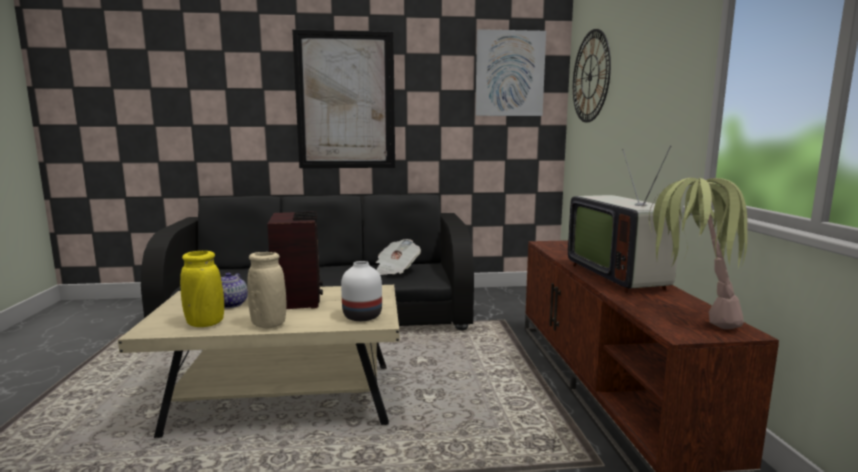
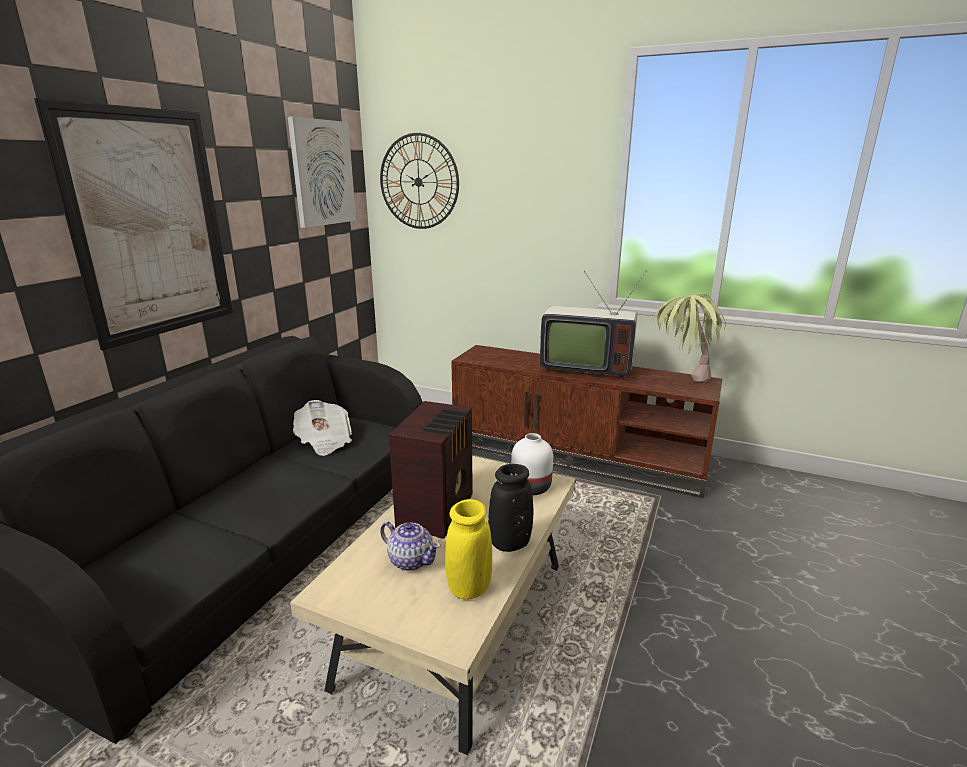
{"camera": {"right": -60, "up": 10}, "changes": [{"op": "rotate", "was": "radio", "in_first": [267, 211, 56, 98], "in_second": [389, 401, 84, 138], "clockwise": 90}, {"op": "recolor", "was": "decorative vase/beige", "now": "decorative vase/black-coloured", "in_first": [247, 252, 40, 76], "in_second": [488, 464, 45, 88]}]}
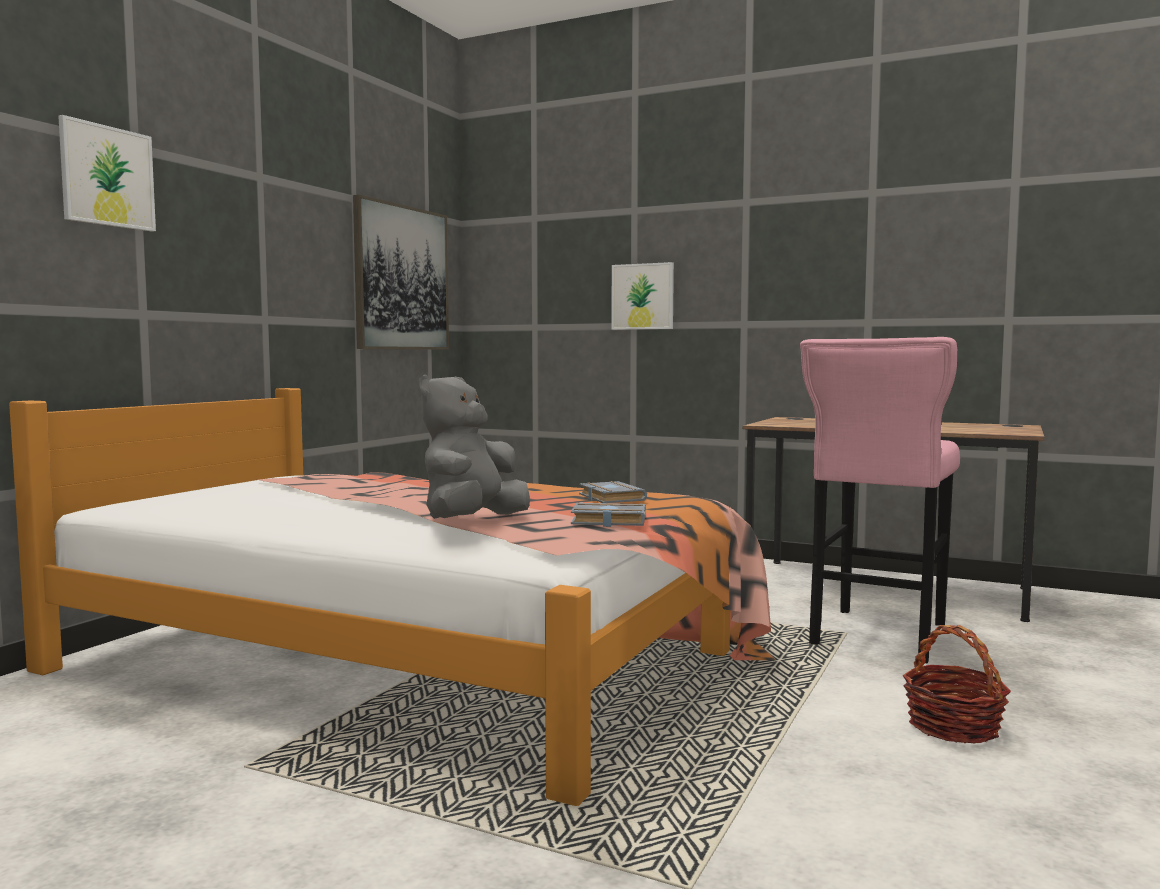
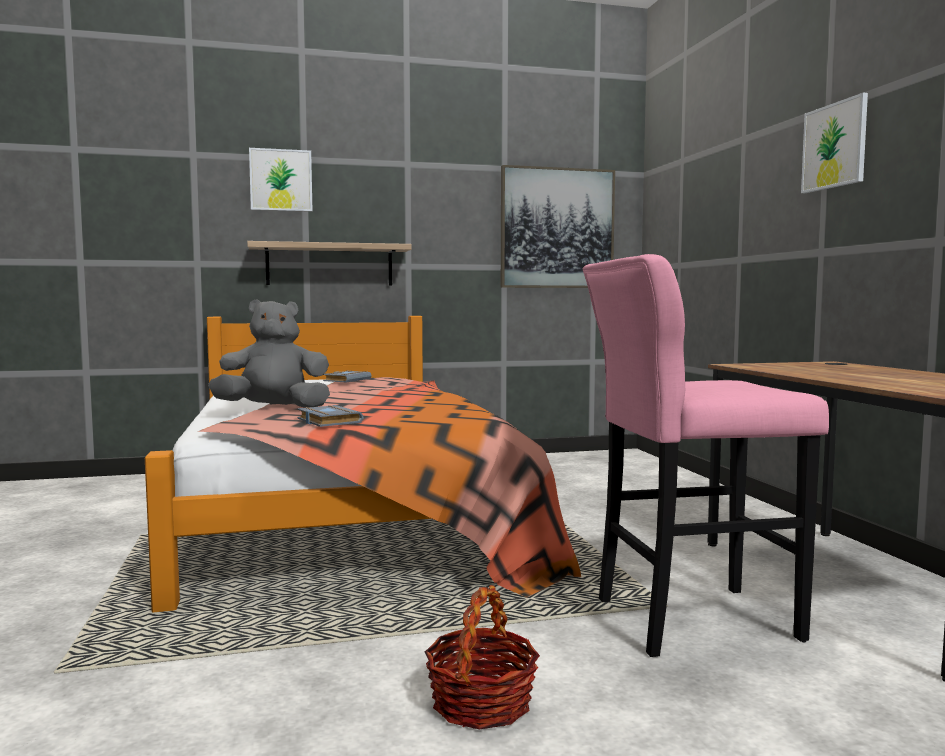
{"camera": {"right": 50, "up": 0}, "changes": [{"op": "insert", "now": "shelf", "in_second": [247, 241, 165, 45]}, {"op": "move", "was": "volume/grey", "in_first": [579, 481, 68, 22], "in_second": [323, 370, 49, 12]}, {"op": "move", "was": "wall art", "in_first": [611, 262, 63, 68], "in_second": [801, 93, 67, 100]}]}
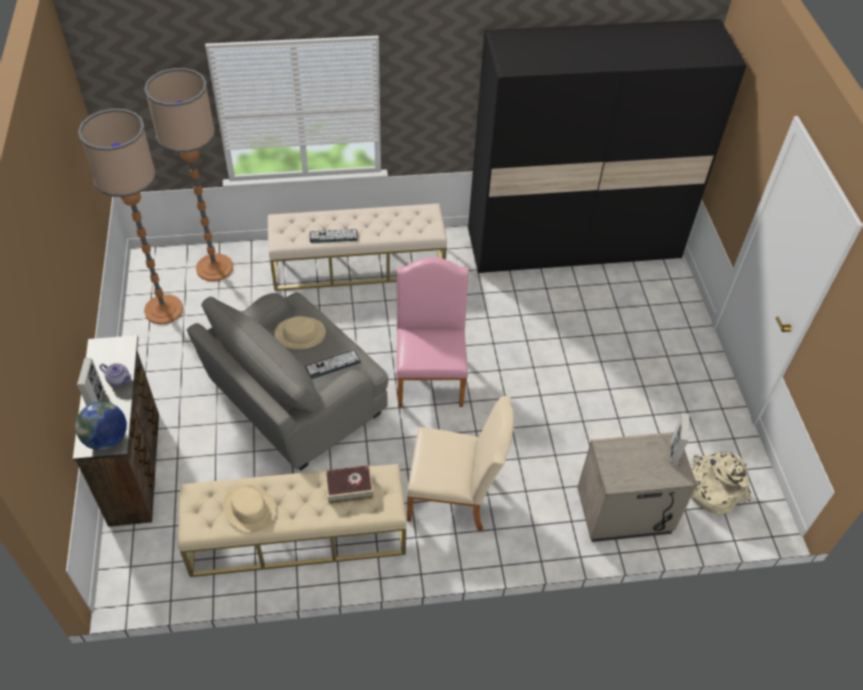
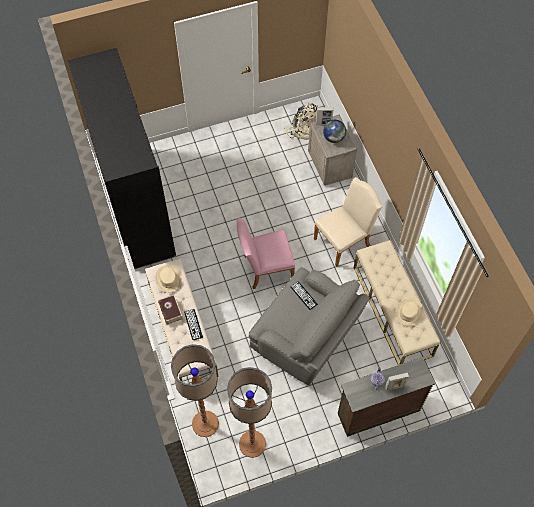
{"camera": {"right": -100, "up": 10}, "changes": [{"op": "move", "was": "clothing hat/beige", "in_first": [275, 316, 51, 33], "in_second": [155, 265, 27, 28]}, {"op": "move", "was": "volume", "in_first": [325, 465, 49, 39], "in_second": [158, 295, 25, 30]}, {"op": "rotate", "was": "plain chair/beige", "in_first": [407, 396, 107, 135], "in_second": [314, 177, 69, 90], "clockwise": 60}, {"op": "move", "was": "world globe", "in_first": [75, 401, 52, 49], "in_second": [323, 120, 23, 23]}]}
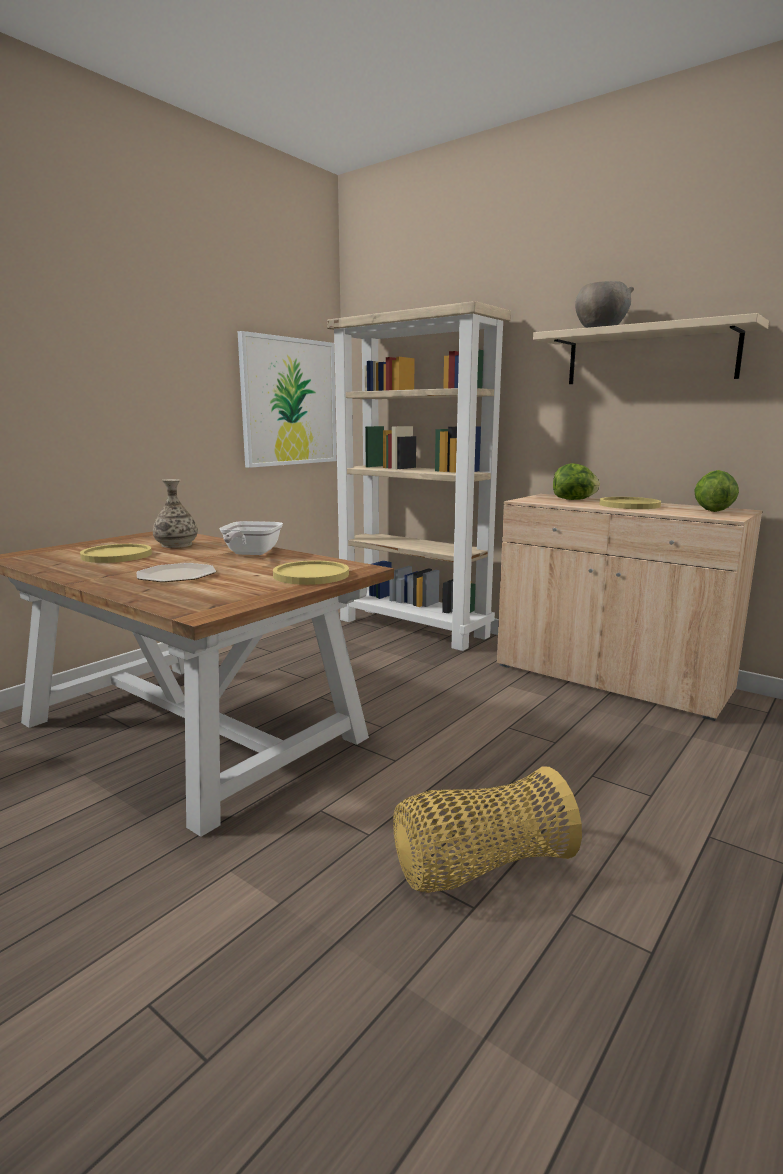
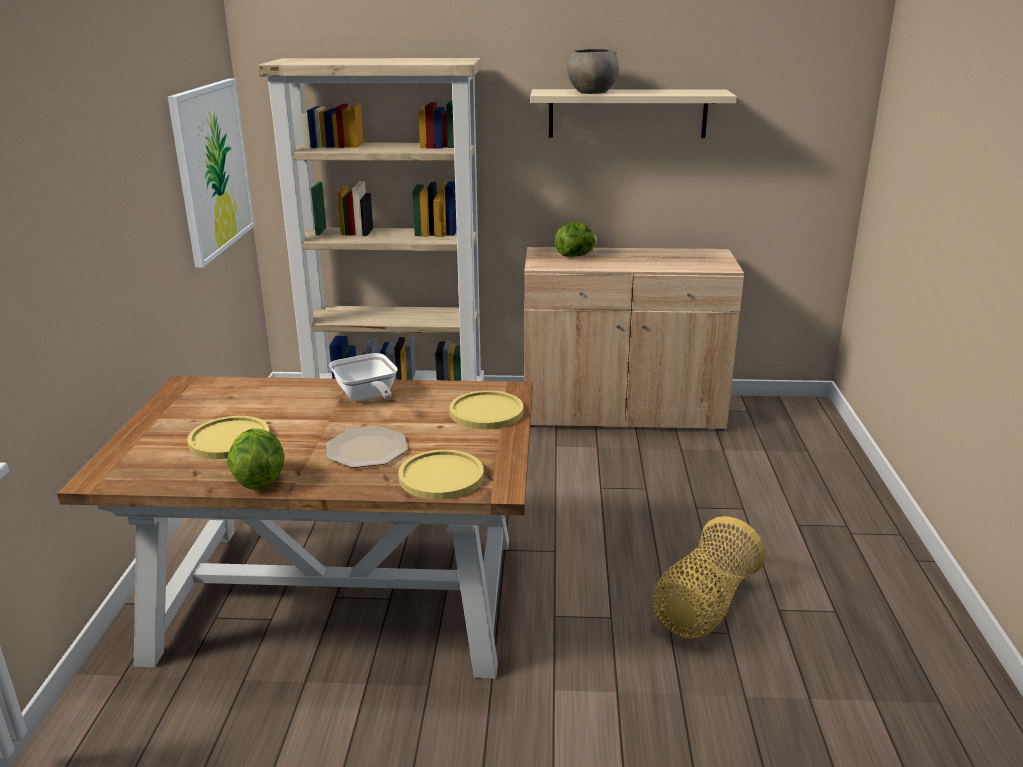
{"camera": {"right": -35, "up": 10}, "changes": [{"op": "move", "was": "lettuce head", "in_first": [694, 470, 45, 42], "in_second": [227, 429, 58, 61]}, {"op": "move", "was": "flat dish/yellow", "in_first": [599, 497, 62, 12], "in_second": [398, 450, 86, 50]}, {"op": "delete", "was": "decorative vase", "in_first": [153, 479, 45, 69]}]}
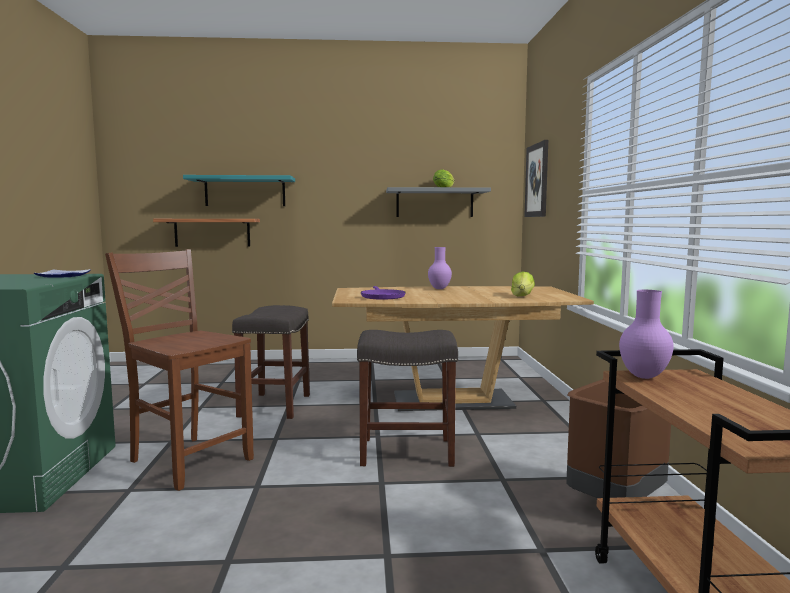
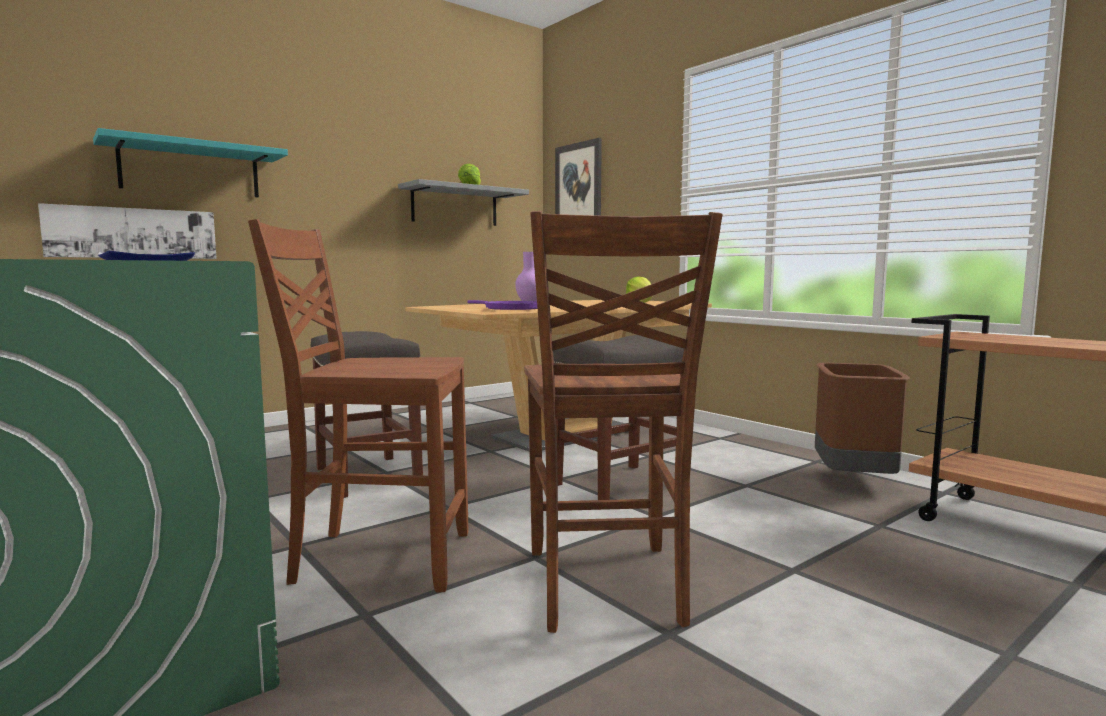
{"camera": {"right": -35, "up": 0}, "changes": [{"op": "replace", "was": "shelf", "now": "wall art", "in_first": [153, 219, 107, 28], "in_second": [38, 203, 179, 56]}, {"op": "insert", "now": "plain chair/brown-coloured", "in_second": [524, 211, 198, 422]}, {"op": "delete", "was": "decorative vase/purple-coloured", "in_first": [619, 290, 55, 89]}]}
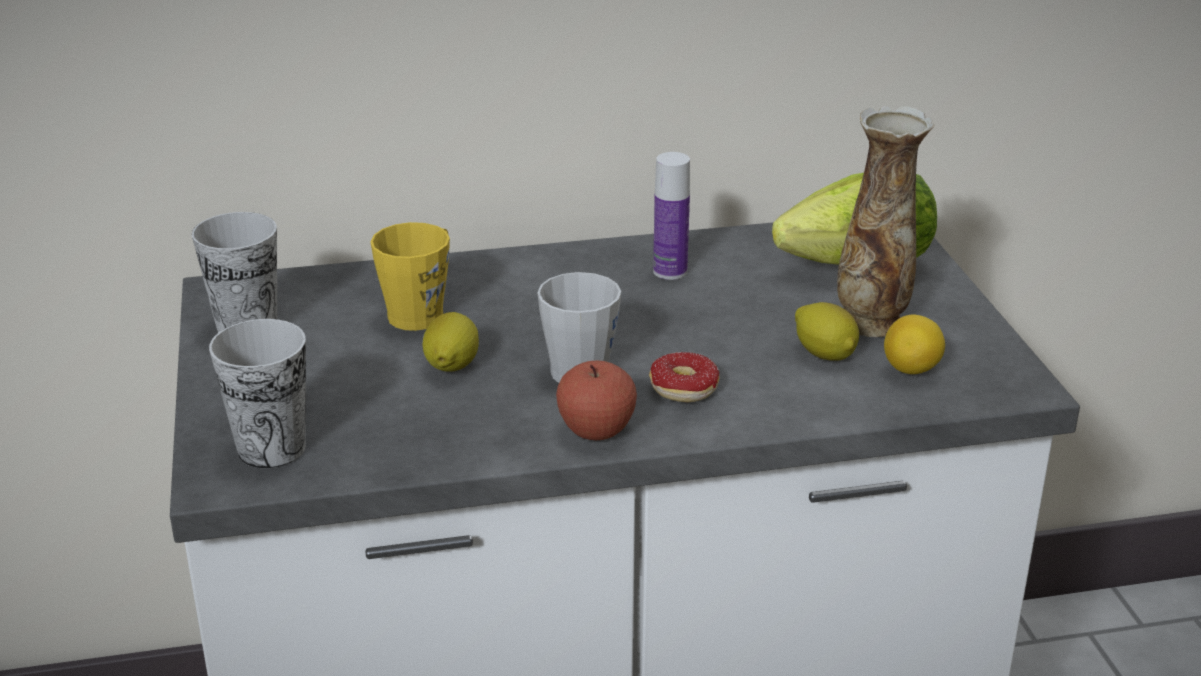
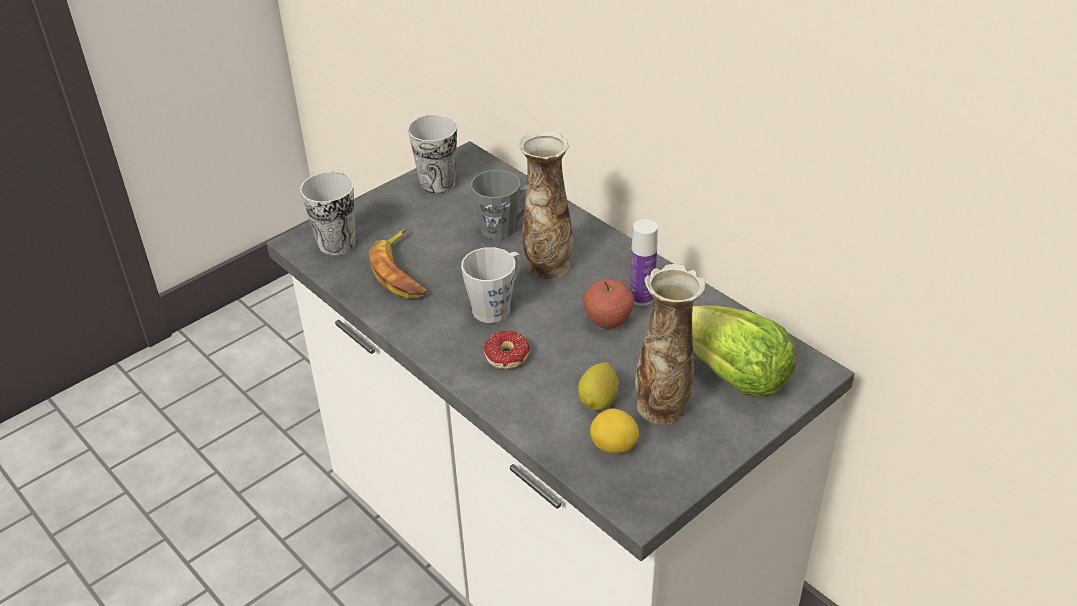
{"camera": {"right": 60, "up": 10}, "changes": [{"op": "insert", "now": "banana fruit", "in_second": [369, 229, 57, 70]}, {"op": "recolor", "was": "coffee mug/yellow", "now": "coffee mug/grey", "in_first": [370, 222, 80, 109], "in_second": [471, 170, 56, 70]}, {"op": "insert", "now": "decorative vase", "in_second": [519, 131, 54, 148]}, {"op": "move", "was": "apple", "in_first": [556, 360, 81, 80], "in_second": [583, 279, 51, 50]}, {"op": "delete", "was": "whole lemon", "in_first": [422, 312, 57, 60]}]}
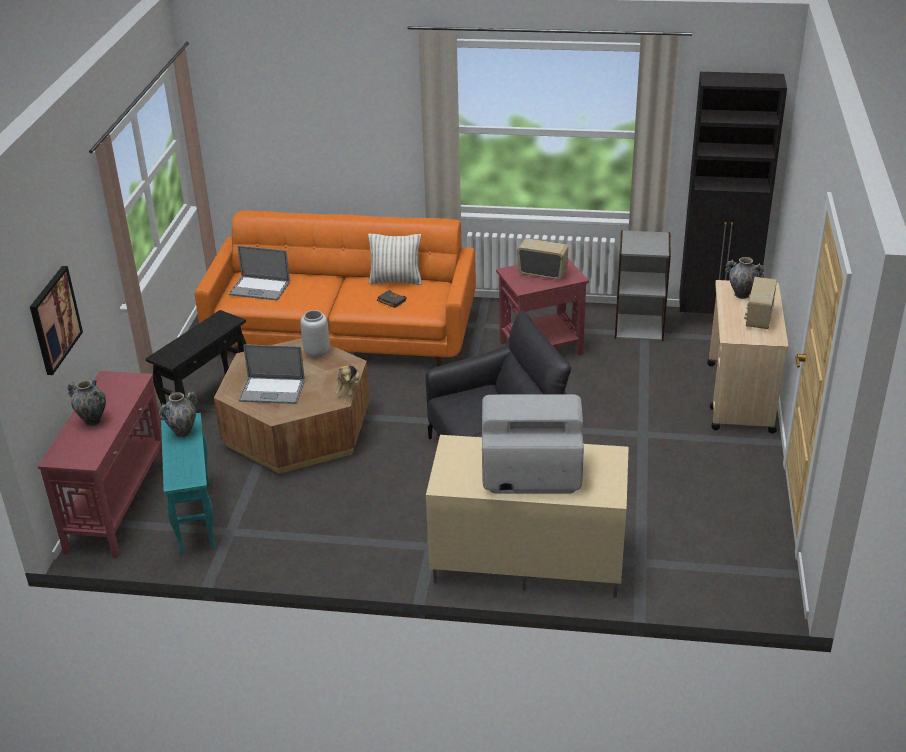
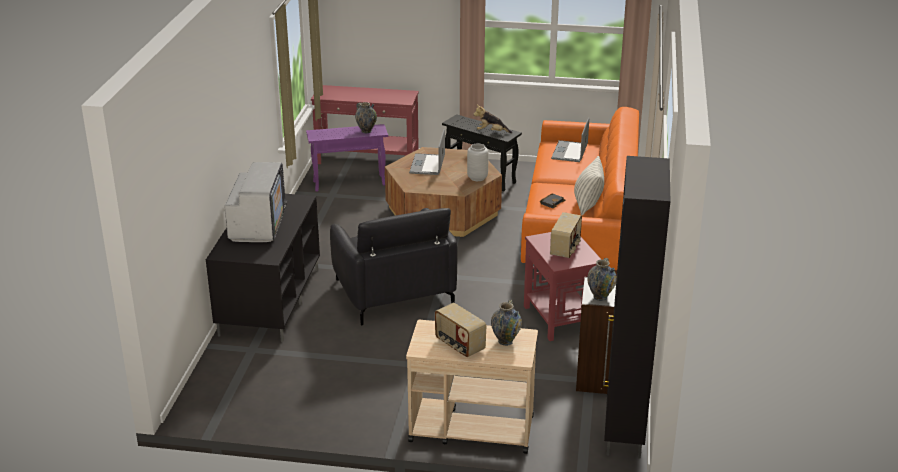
{"camera": {"right": 90, "up": -5}, "changes": [{"op": "recolor", "was": "tv stand/beige", "now": "tv stand/black-coloured", "in_first": [426, 435, 203, 163], "in_second": [206, 194, 114, 148]}, {"op": "recolor", "was": "side table/turquoise", "now": "side table/purple-coloured", "in_first": [161, 413, 55, 141], "in_second": [306, 124, 82, 68]}, {"op": "rotate", "was": "radio", "in_first": [744, 277, 33, 52], "in_second": [435, 303, 51, 54], "clockwise": -150}, {"op": "move", "was": "soft toy", "in_first": [335, 364, 25, 32], "in_second": [473, 104, 39, 29]}, {"op": "move", "was": "decorative vase", "in_first": [67, 380, 39, 46], "in_second": [587, 258, 30, 43]}, {"op": "delete", "was": "wall art", "in_first": [30, 266, 53, 109]}]}
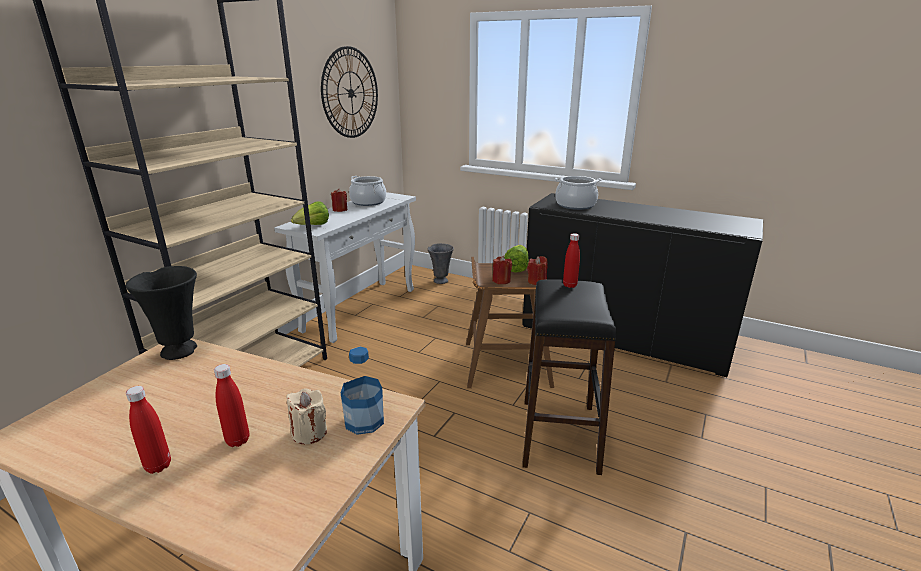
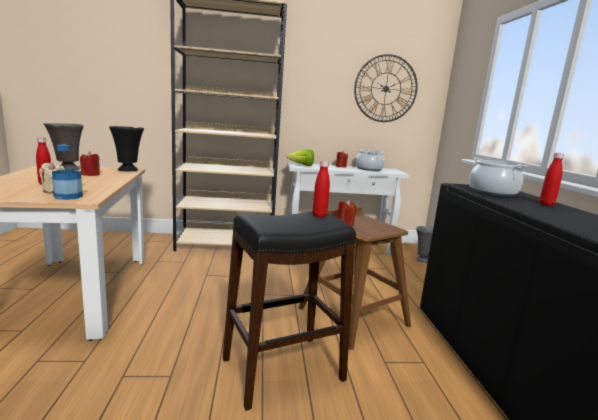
{"camera": {"right": 55, "up": -10}, "changes": [{"op": "insert", "now": "decorative vase/grey", "in_second": [44, 123, 40, 47]}, {"op": "move", "was": "candle/red-coloured", "in_first": [527, 256, 20, 29], "in_second": [80, 151, 20, 25]}, {"op": "move", "was": "beverage bottle/red-coloured", "in_first": [126, 386, 45, 88], "in_second": [540, 153, 24, 53]}, {"op": "delete", "was": "lettuce head", "in_first": [504, 245, 25, 28]}]}
